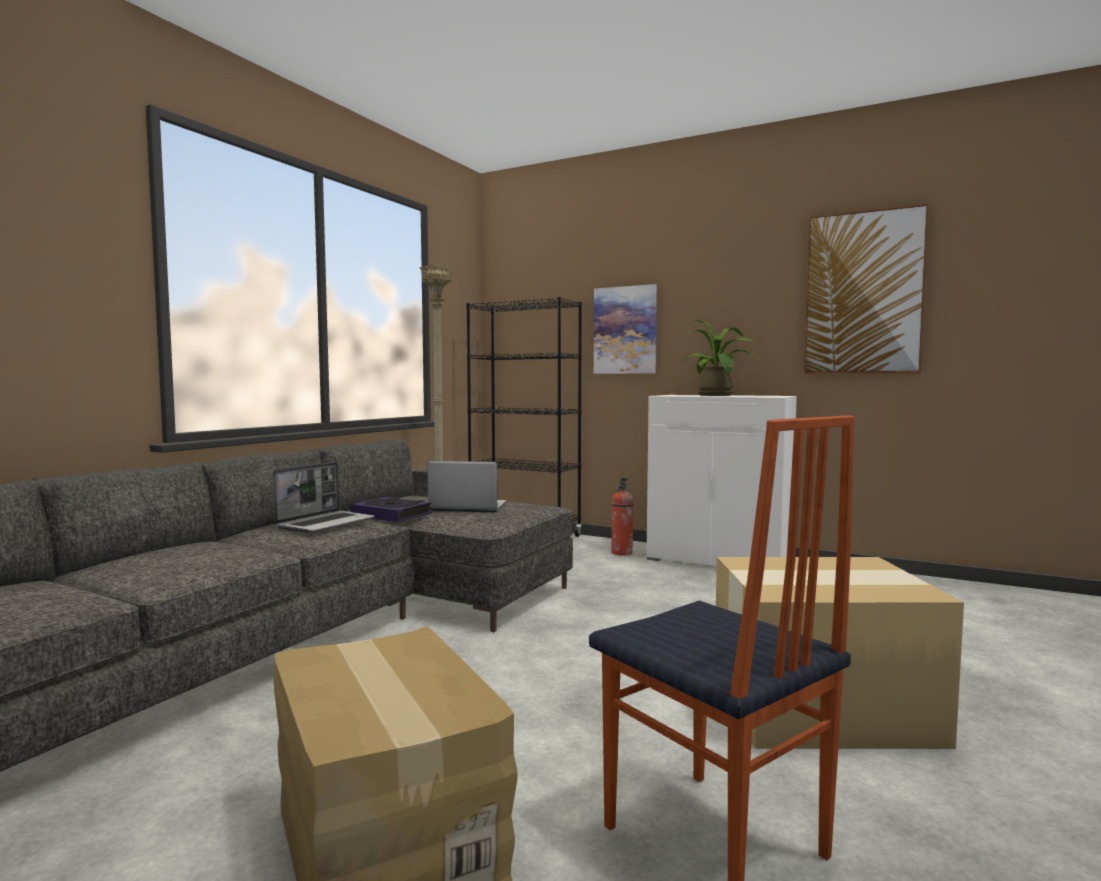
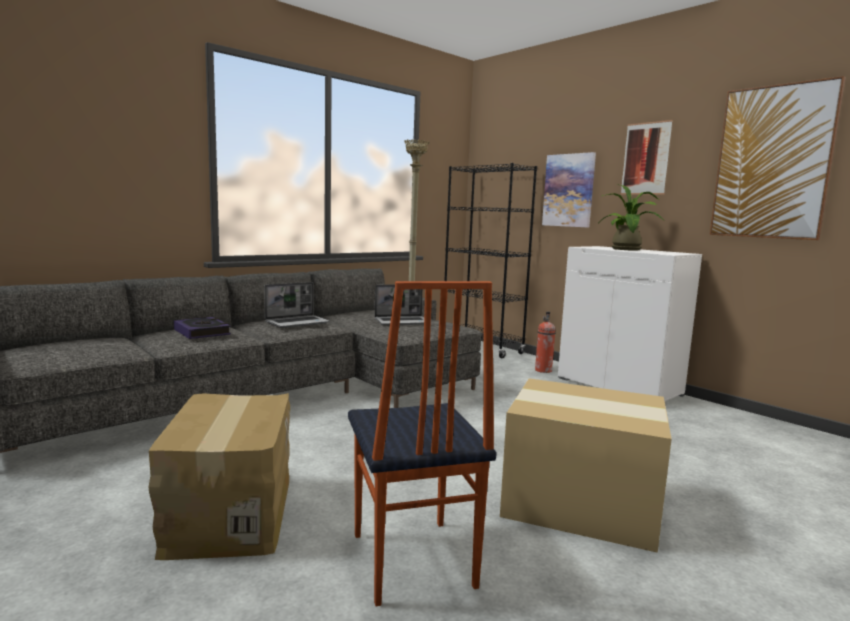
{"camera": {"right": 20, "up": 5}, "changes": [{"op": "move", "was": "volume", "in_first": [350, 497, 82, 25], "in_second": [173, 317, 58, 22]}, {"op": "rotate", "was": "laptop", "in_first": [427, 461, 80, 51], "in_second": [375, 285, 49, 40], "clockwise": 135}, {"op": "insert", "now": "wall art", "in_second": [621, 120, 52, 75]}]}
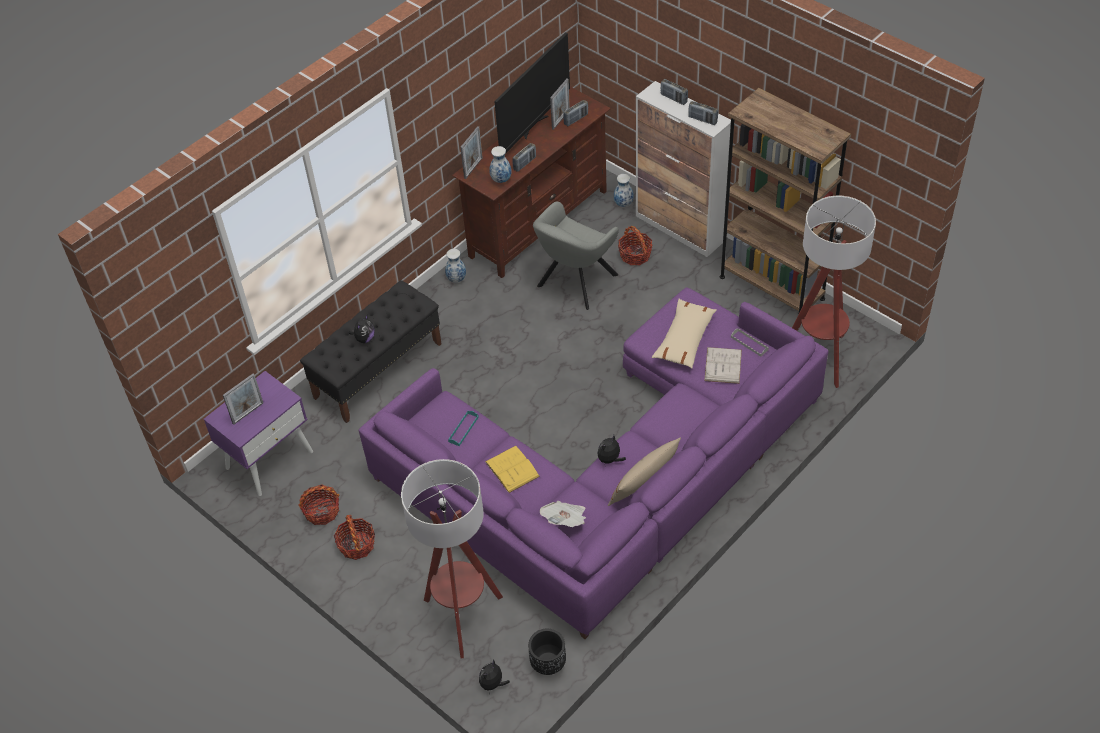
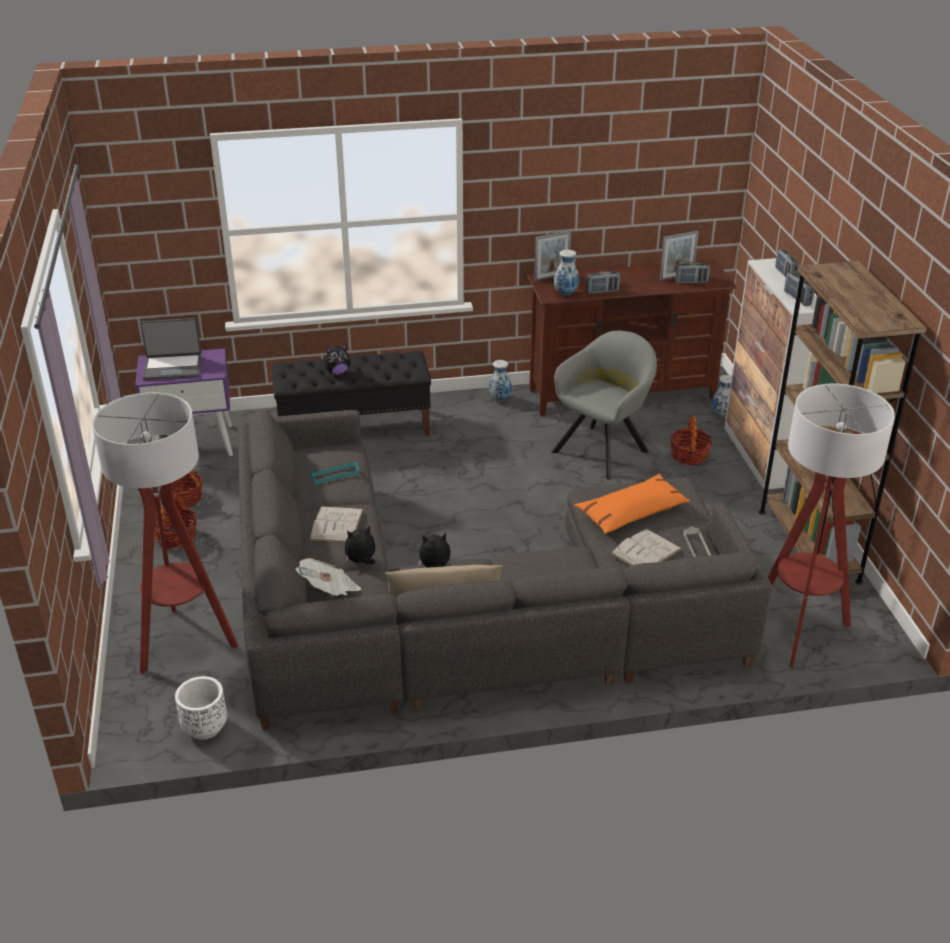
{"camera": {"right": 35, "up": -15}, "changes": [{"op": "replace", "was": "standing frame", "now": "laptop", "in_first": [223, 373, 40, 52], "in_second": [140, 318, 62, 62]}, {"op": "recolor", "was": "flower pot/black-coloured", "now": "flower pot/white-coloured", "in_first": [528, 629, 38, 46], "in_second": [175, 676, 52, 64]}, {"op": "recolor", "was": "couch/purple-coloured", "now": "couch/grey", "in_first": [358, 287, 471, 352], "in_second": [238, 410, 534, 320]}, {"op": "recolor", "was": "volume/yellow", "now": "volume/white-coloured", "in_first": [485, 446, 55, 47], "in_second": [309, 506, 55, 37]}, {"op": "move", "was": "soft toy", "in_first": [479, 659, 31, 35], "in_second": [345, 525, 31, 39]}, {"op": "rotate", "was": "armchair/grey", "in_first": [533, 202, 86, 108], "in_second": [551, 331, 106, 149], "clockwise": 150}, {"op": "recolor", "was": "cushion/beige", "now": "cushion/orange-coloured", "in_first": [652, 299, 65, 69], "in_second": [574, 474, 116, 60]}, {"op": "delete", "was": "TV", "in_first": [494, 32, 76, 122]}]}
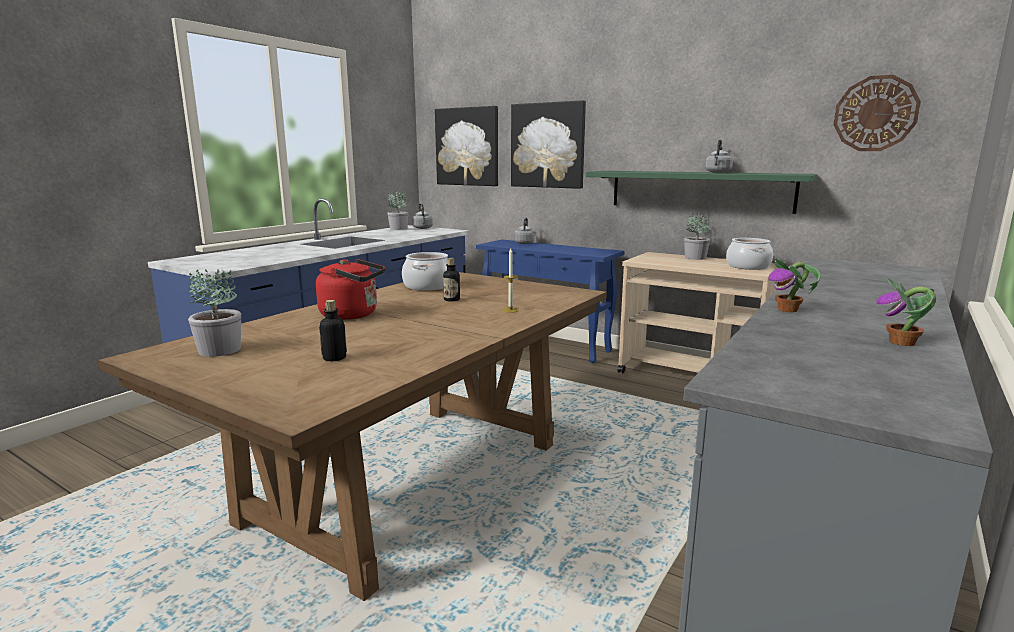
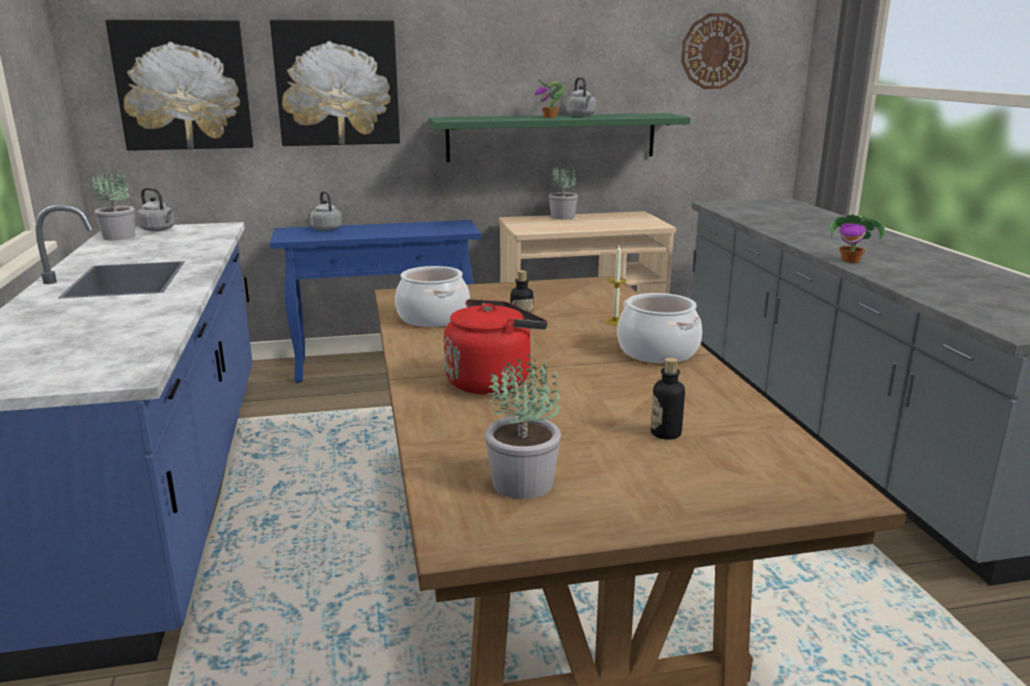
{"camera": {"right": -45, "up": 5}, "changes": [{"op": "move", "was": "plant in a pot", "in_first": [876, 277, 60, 69], "in_second": [535, 79, 29, 39]}, {"op": "move", "was": "stockpot", "in_first": [726, 238, 47, 32], "in_second": [617, 293, 85, 70]}]}
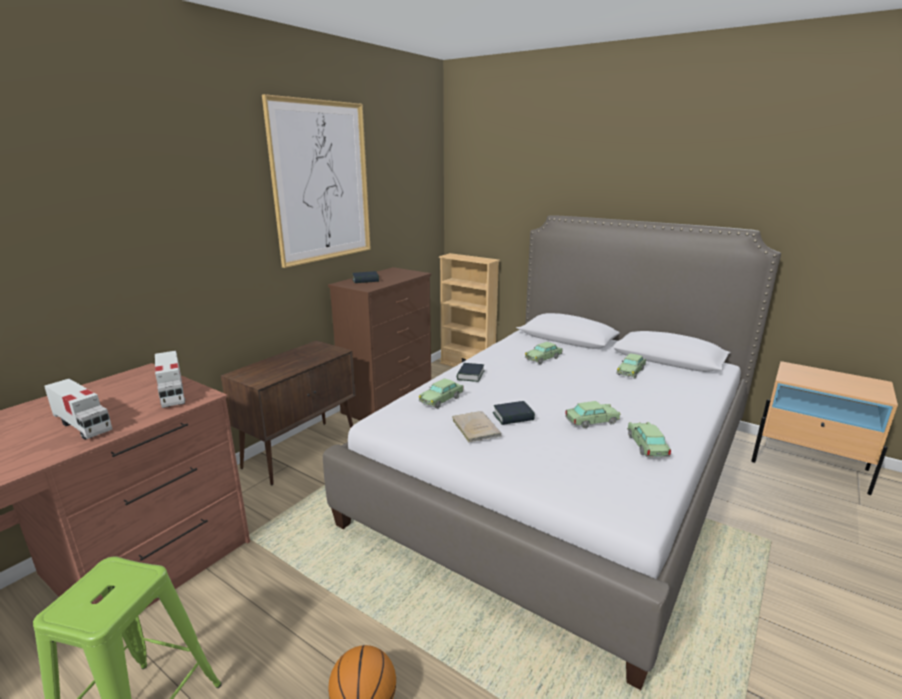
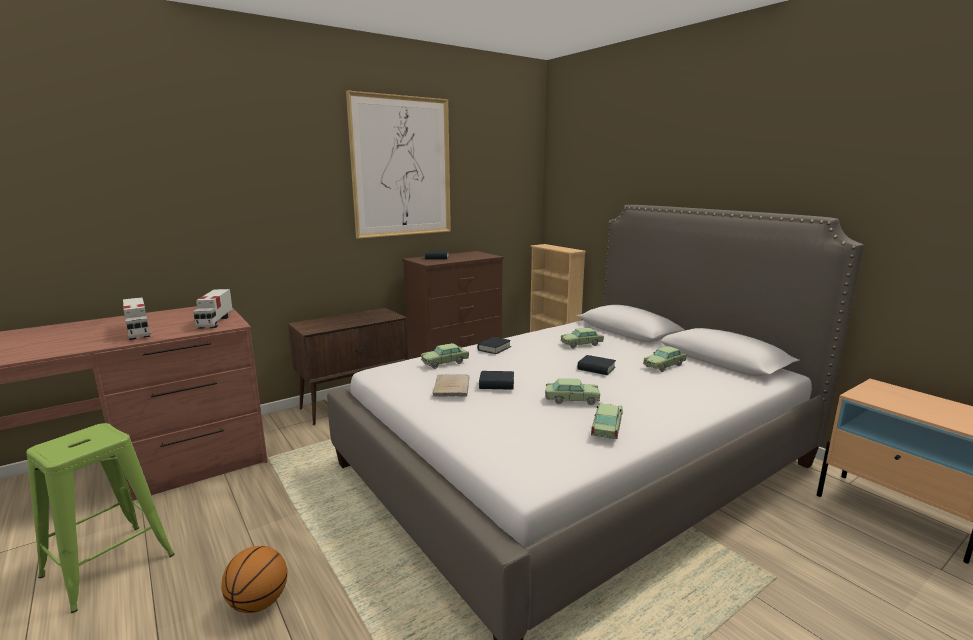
{"camera": {"right": 20, "up": -5}, "changes": [{"op": "insert", "now": "volume", "in_second": [577, 355, 39, 20]}]}
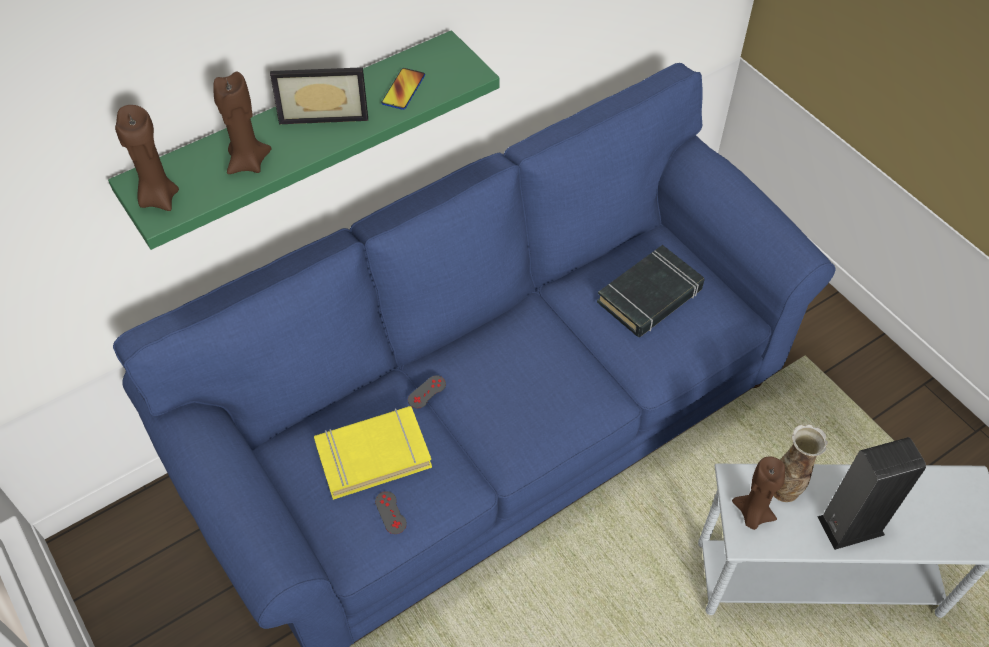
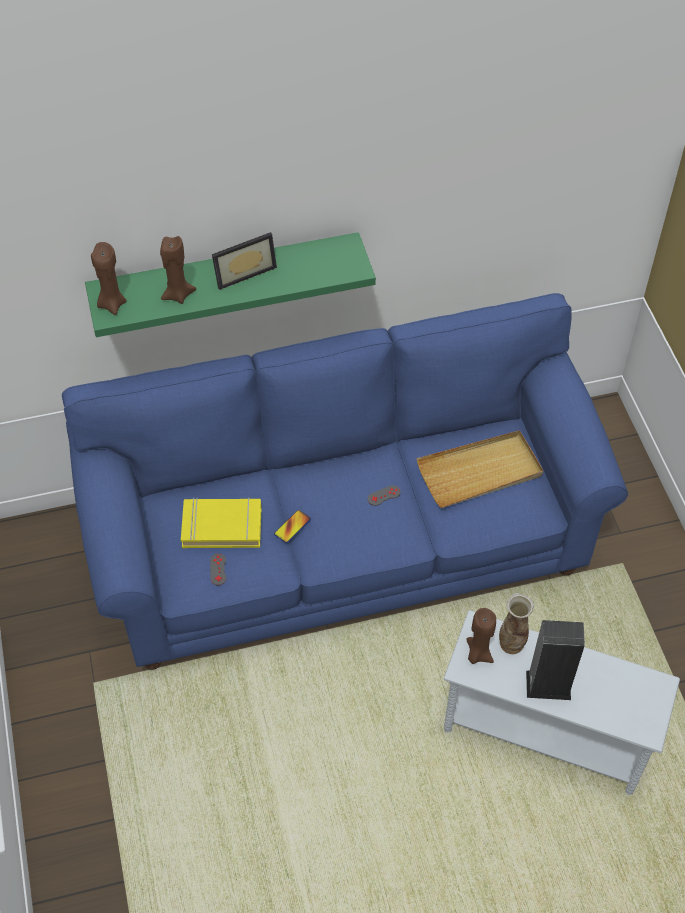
{"camera": {"right": 20, "up": 0}, "changes": [{"op": "rotate", "was": "standing frame", "in_first": [270, 67, 98, 57], "in_second": [212, 232, 65, 58], "clockwise": -45}, {"op": "move", "was": "handset", "in_first": [381, 68, 44, 42], "in_second": [274, 510, 37, 33]}, {"op": "move", "was": "joypad/grey", "in_first": [408, 375, 38, 34], "in_second": [368, 485, 33, 21]}, {"op": "replace", "was": "volume/black-coloured", "now": "carrying tray/beige", "in_first": [597, 245, 107, 92], "in_second": [417, 430, 126, 78]}]}
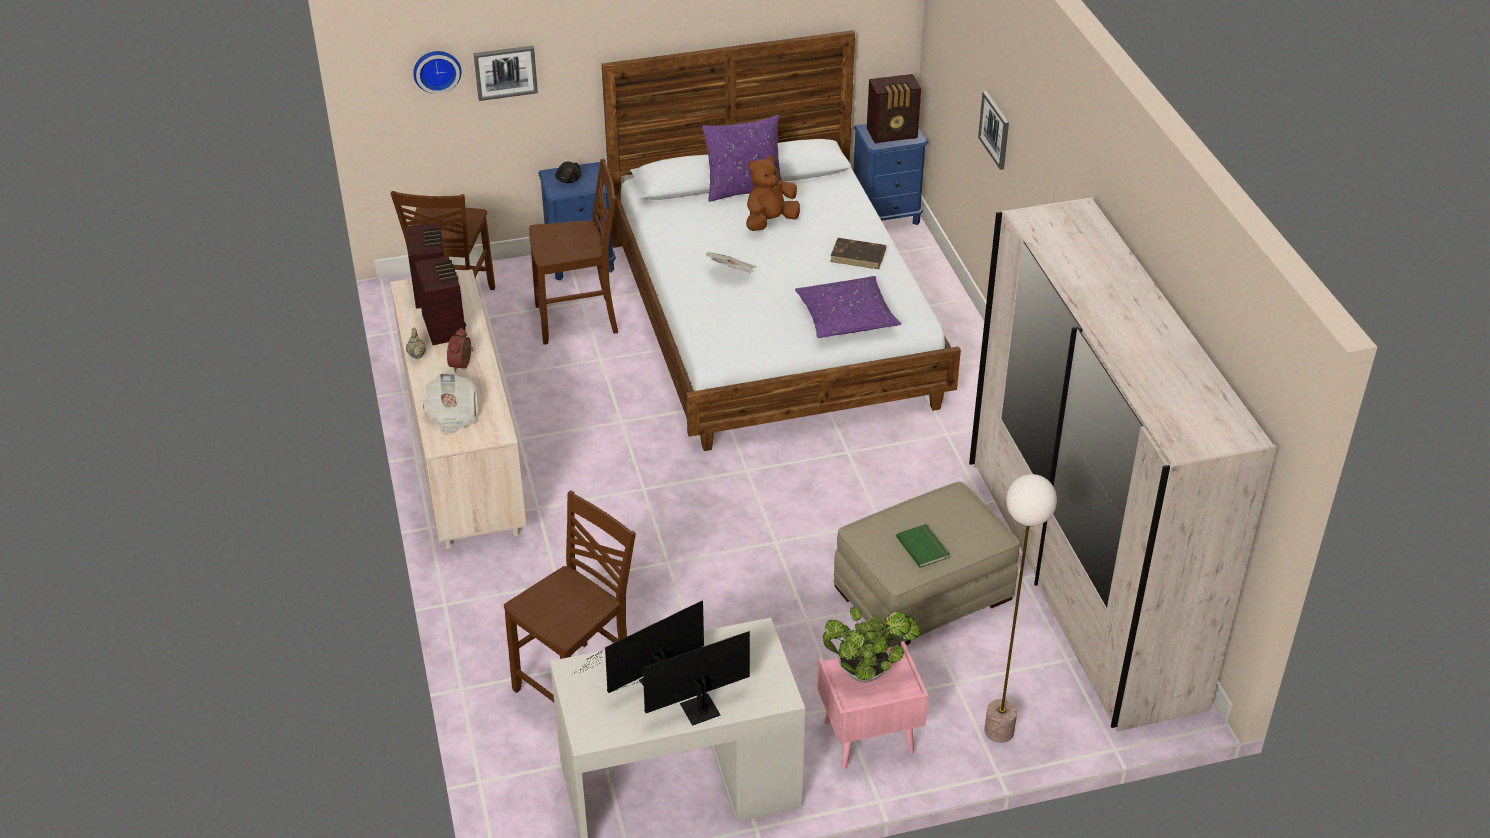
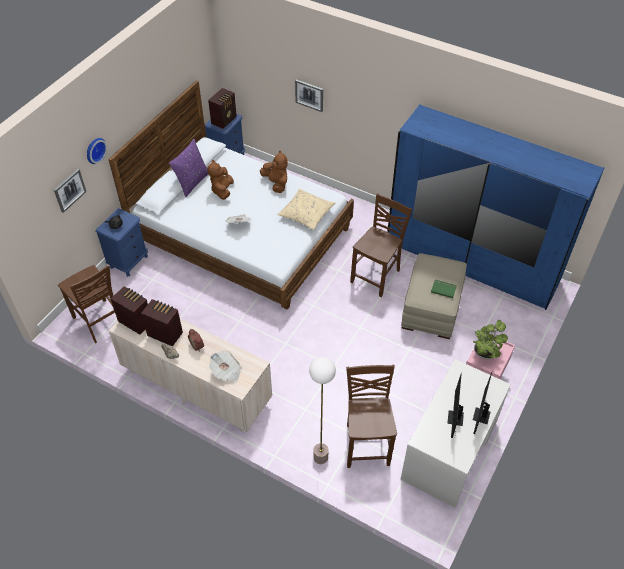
{"camera": {"right": -45, "up": 10}, "changes": [{"op": "move", "was": "hanging clock", "in_first": [413, 51, 48, 43], "in_second": [87, 138, 20, 26]}, {"op": "replace", "was": "volume/brown-coloured", "now": "soft toy/brown-coloured", "in_first": [830, 238, 56, 31], "in_second": [260, 150, 28, 43]}, {"op": "recolor", "was": "cushion/purple-coloured", "now": "cushion/beige", "in_first": [795, 276, 106, 62], "in_second": [277, 189, 58, 41]}, {"op": "move", "was": "standing lamp", "in_first": [984, 474, 73, 269], "in_second": [309, 357, 27, 107]}, {"op": "move", "was": "plain chair/brown-coloured", "in_first": [529, 159, 89, 186], "in_second": [350, 193, 62, 104]}, {"op": "recolor", "was": "armoire/white-coloured", "now": "armoire/blue", "in_first": [969, 197, 308, 534], "in_second": [387, 104, 217, 206]}]}
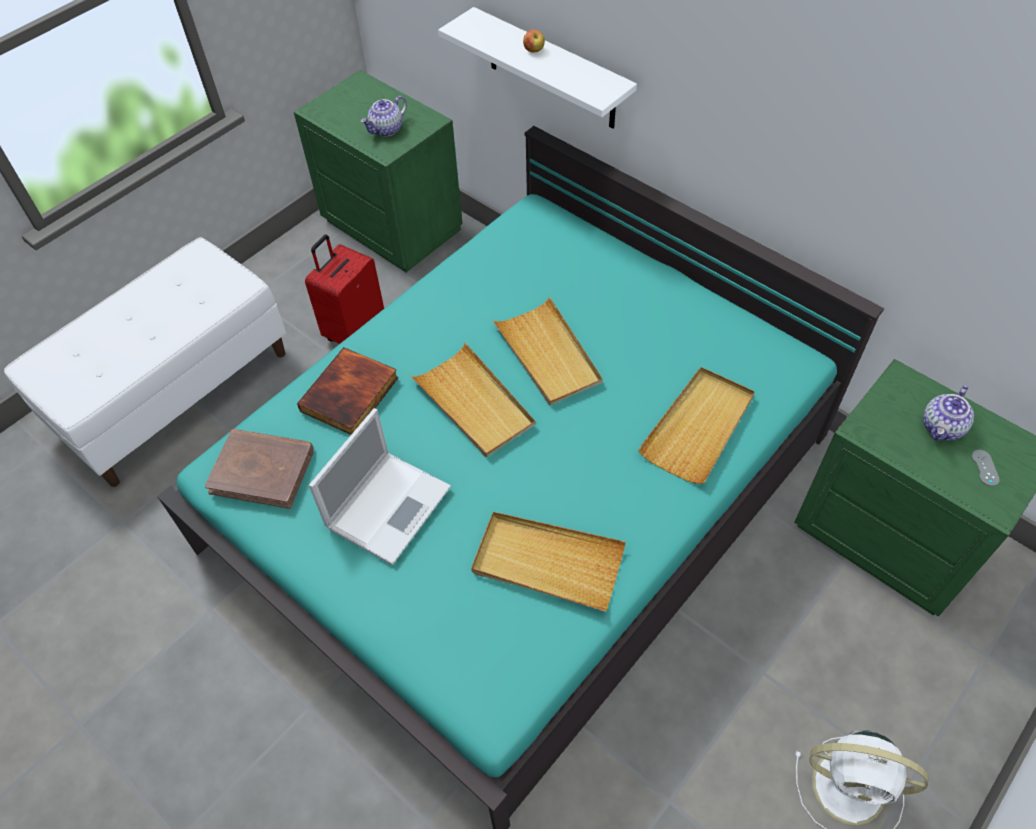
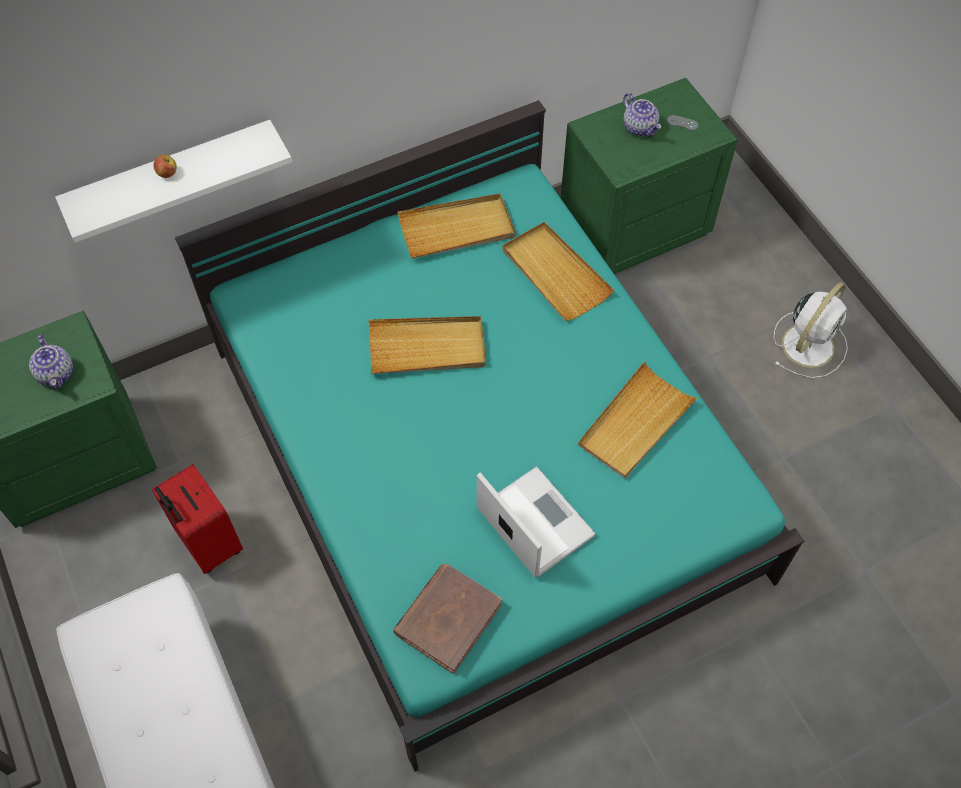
{"camera": {"right": -70, "up": 5}, "changes": [{"op": "move", "was": "carrying tray/beige", "in_first": [410, 343, 125, 114], "in_second": [398, 194, 117, 65]}, {"op": "delete", "was": "volume", "in_first": [297, 347, 102, 88]}]}
